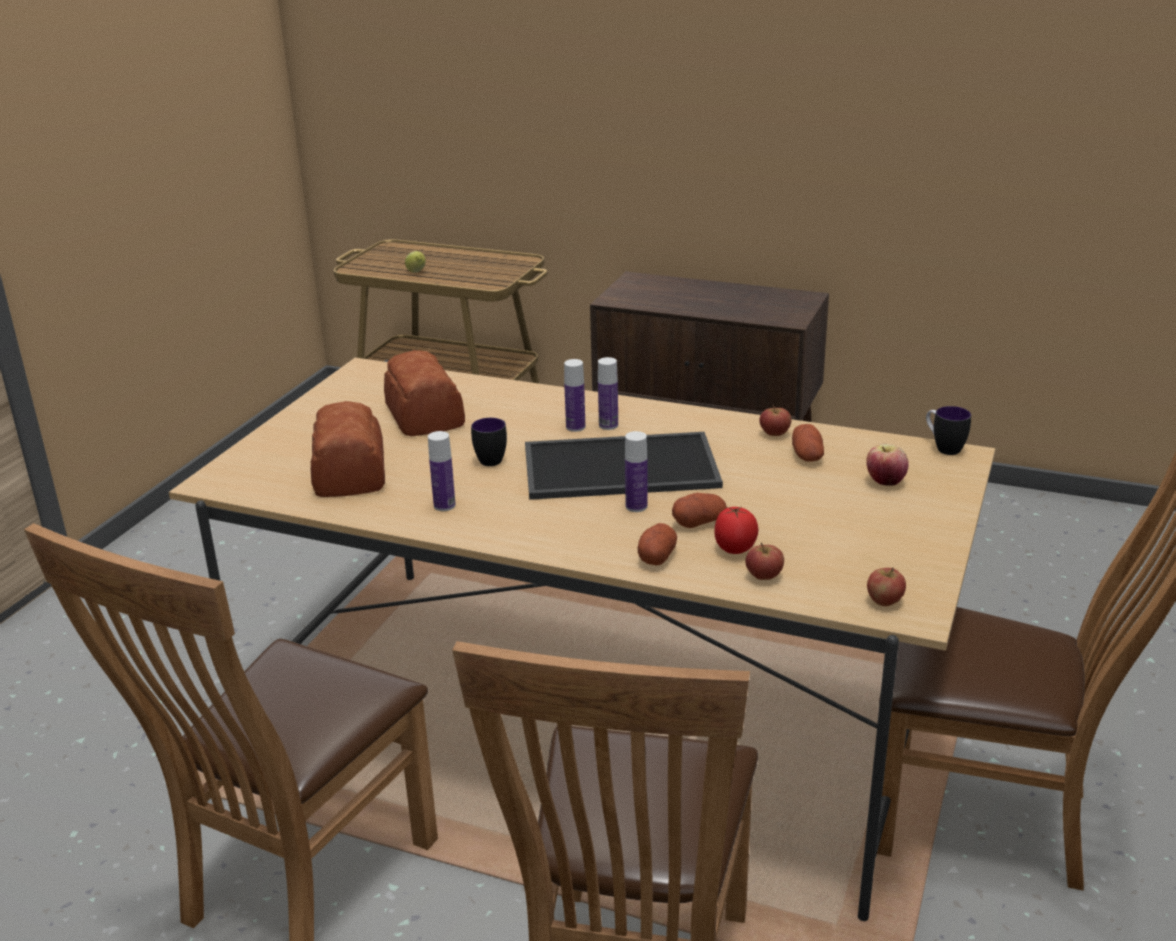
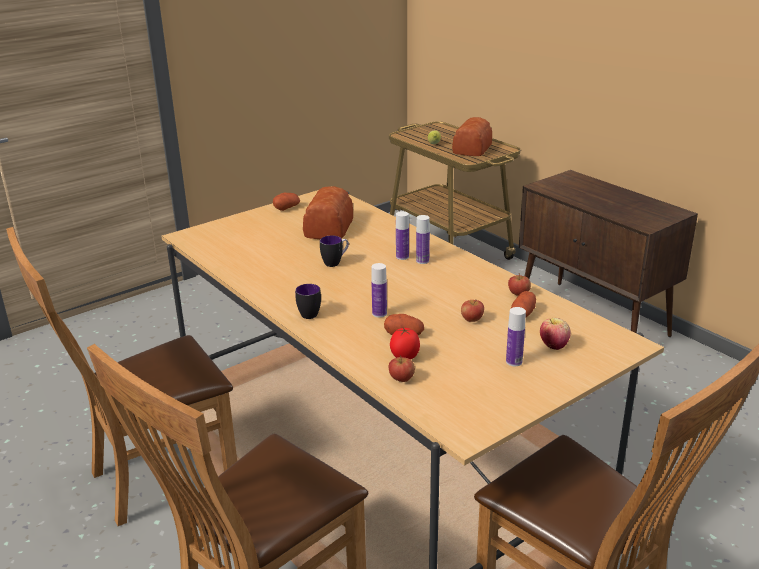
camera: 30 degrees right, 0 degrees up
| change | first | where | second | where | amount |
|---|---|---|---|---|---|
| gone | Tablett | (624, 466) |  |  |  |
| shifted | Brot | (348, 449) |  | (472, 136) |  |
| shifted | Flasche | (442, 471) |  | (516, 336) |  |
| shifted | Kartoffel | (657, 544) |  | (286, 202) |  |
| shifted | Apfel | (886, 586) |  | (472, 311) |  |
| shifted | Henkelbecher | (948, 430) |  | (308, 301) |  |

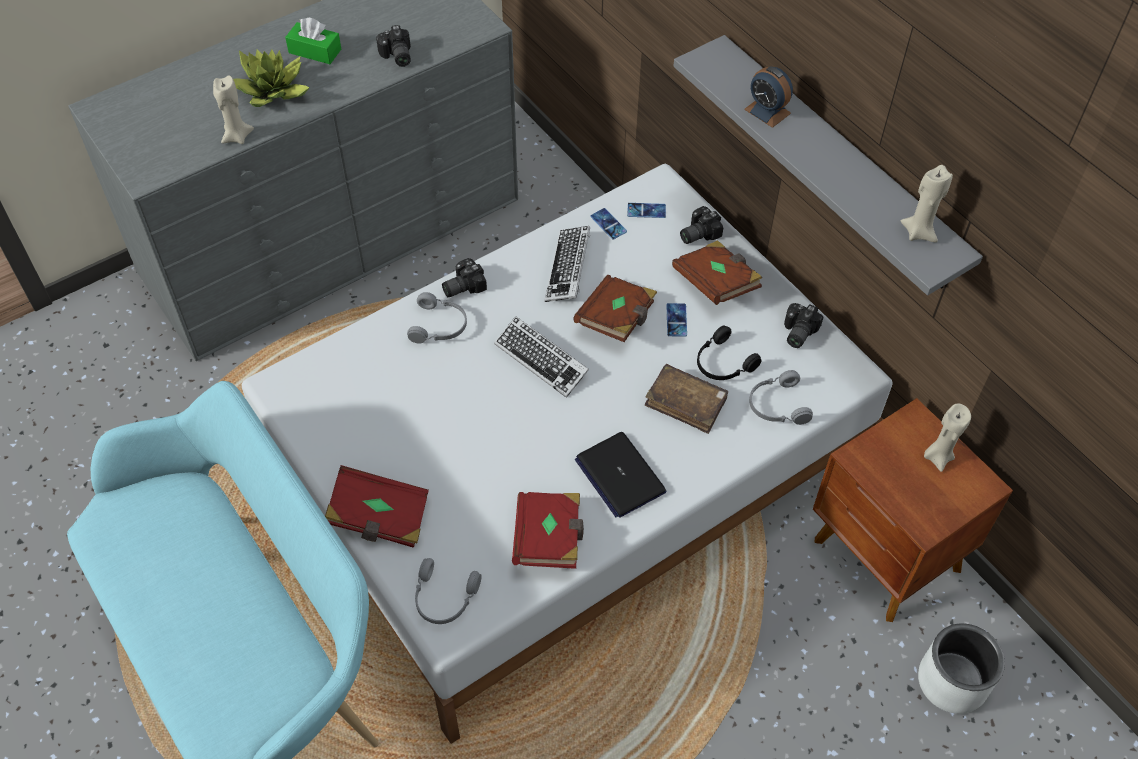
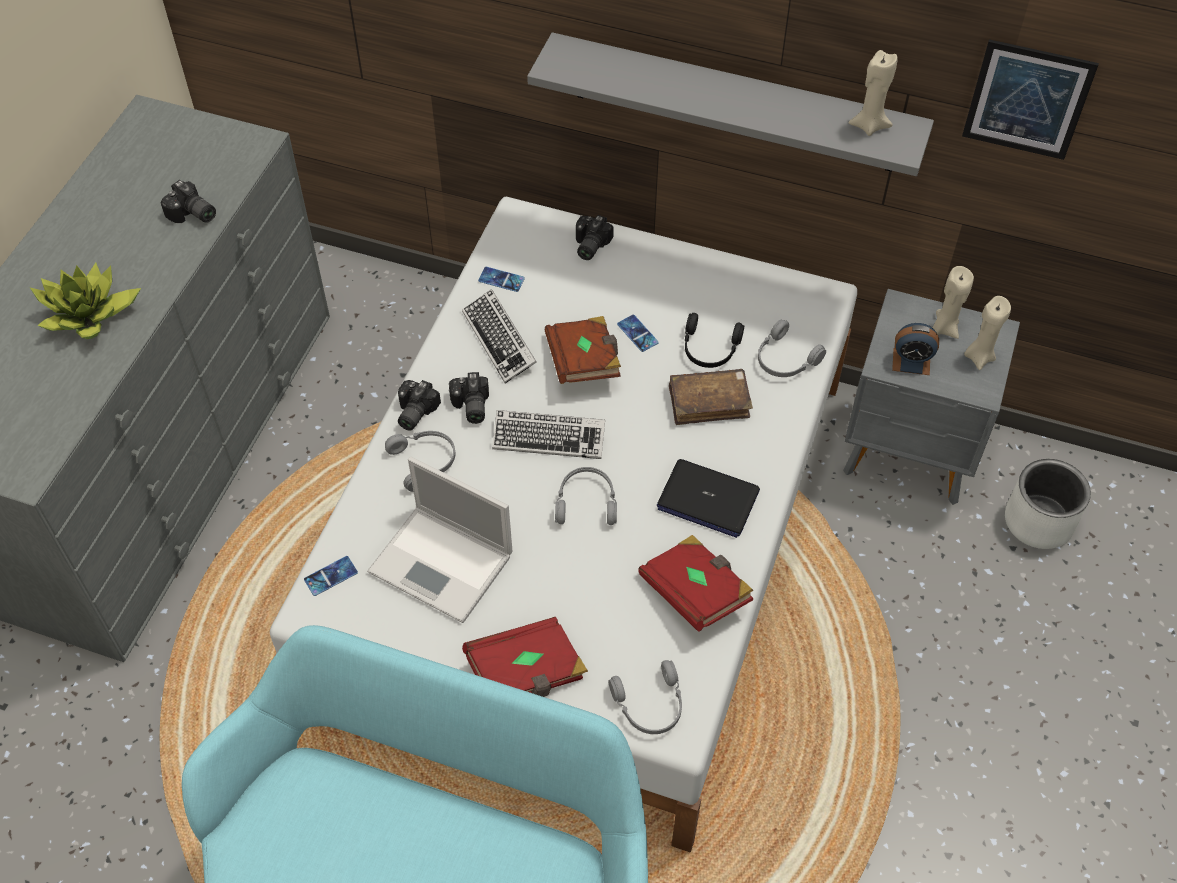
camera: 35 degrees left, 0 degrees up
| change | first | where | second | where | amount |
|---|---|---|---|---|---|
| gone | Taschentuchbox/grün | (313, 40) |  |  |  |
| gone | Buch/braun | (717, 272) |  |  |  |
| new |  |  | Laptop | (440, 540) |  |
| new |  |  | Kopfhörer/grau | (586, 496) |  |
| new |  |  | Bild | (1030, 99) |  |
| shifted | Kerze/beige | (233, 109) |  | (987, 333) |  |
| shifted | Handy | (646, 210) |  | (331, 576) |  |
| shifted | Wecker | (768, 97) |  | (915, 349) |  |
| shifted | Kamera | (803, 325) |  | (469, 398) |  |
| repainted | Nachttisch/braun | (913, 510) | Nachttisch/grau | (931, 397) |  |

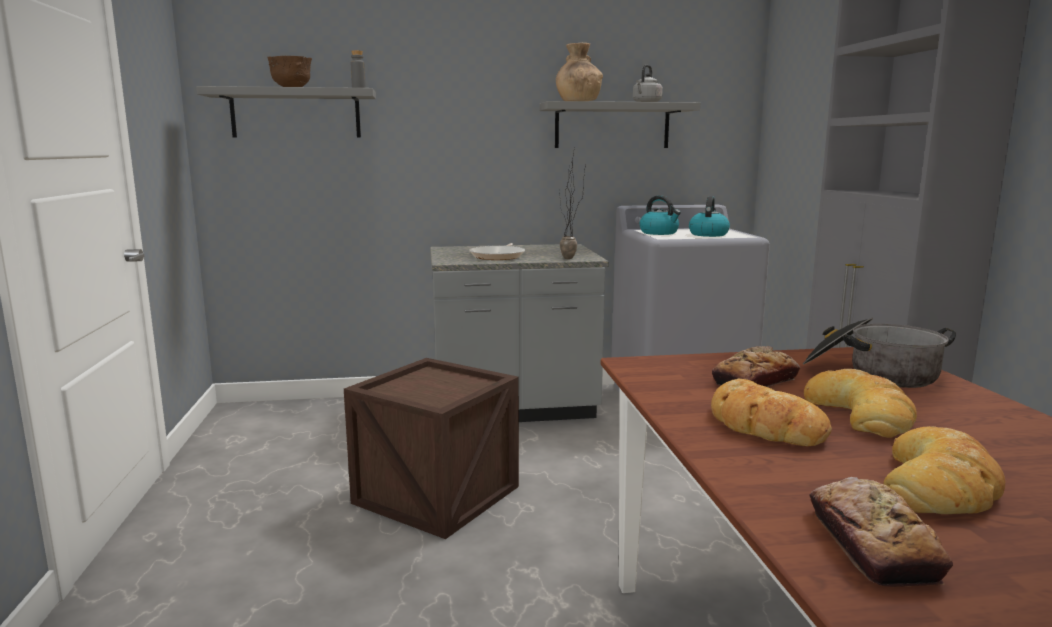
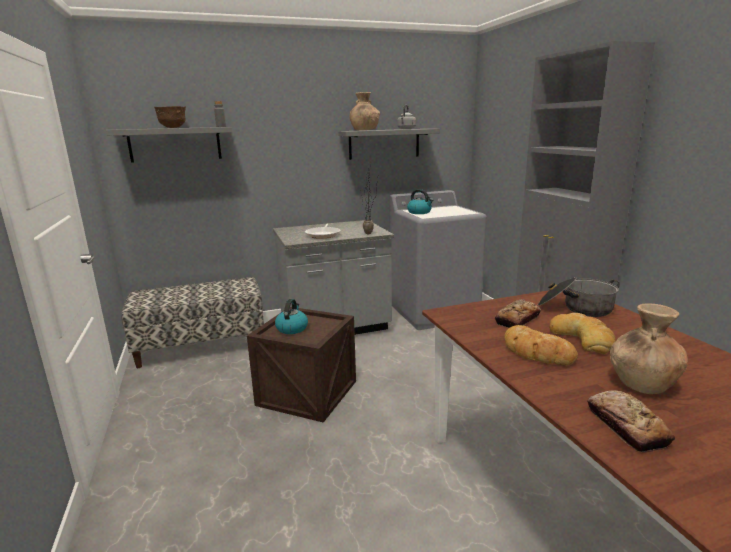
camera: 10 degrees left, 5 degrees up
| change | first | where | second | where | amount |
|---|---|---|---|---|---|
| new |  |  | Bank | (192, 322) |  |
| shifted | Wasserkessel | (709, 216) |  | (291, 316) |  |
| swapped | Brot | (944, 470) | Vase/braun | (649, 348) |  |

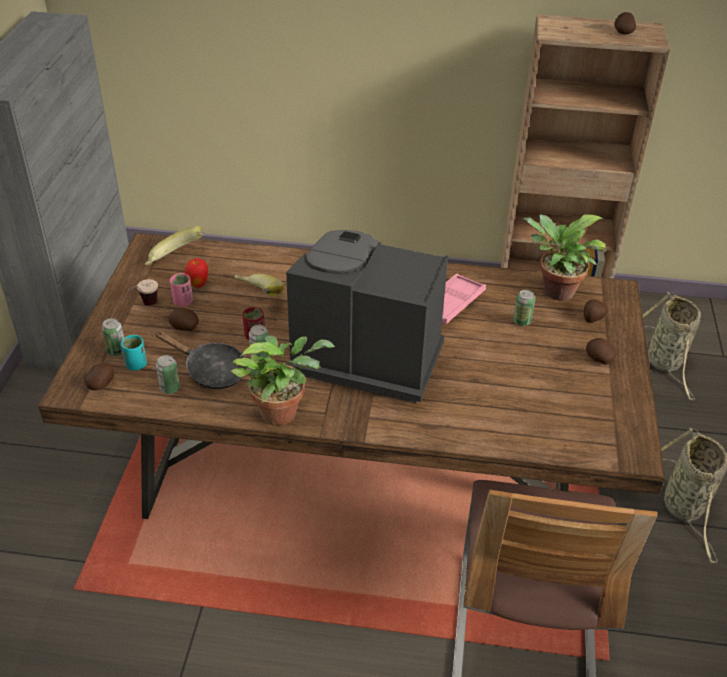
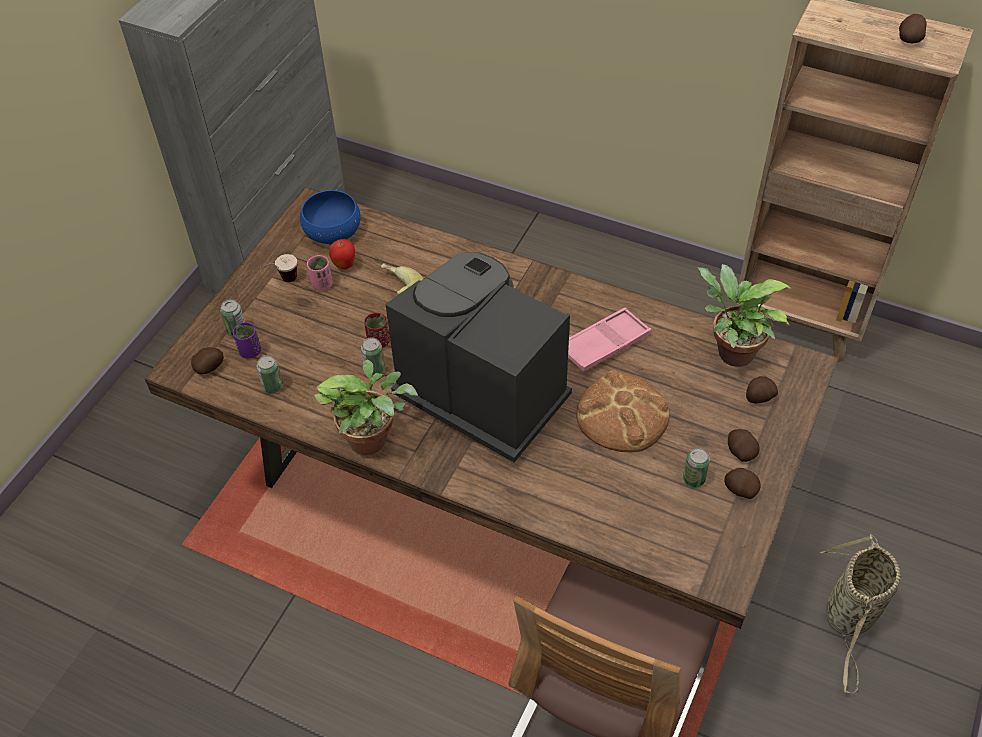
camera: 20 degrees right, 10 degrees up
| change | first | where | second | where | amount |
|---|---|---|---|---|---|
| gone | Pfanne/schwarz | (201, 360) |  |  |  |
| gone | Korb | (672, 346) |  |  |  |
| new |  |  | Brot | (623, 411) |  |
| shifted | Kartoffel | (183, 319) |  | (742, 483) |  |
| shifted | Dose | (524, 308) |  | (696, 467) |  |
| swapped | Banane | (174, 245) | Schüssel/blau | (330, 217) |  |
| repainted | Tasse/türkis | (134, 353) | Tasse/lila | (247, 340) |  |

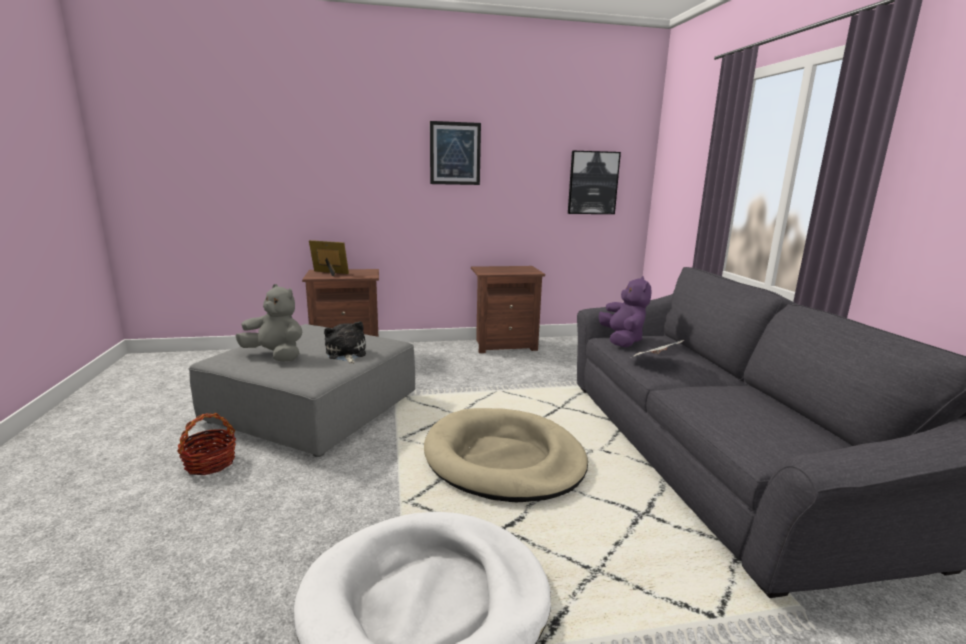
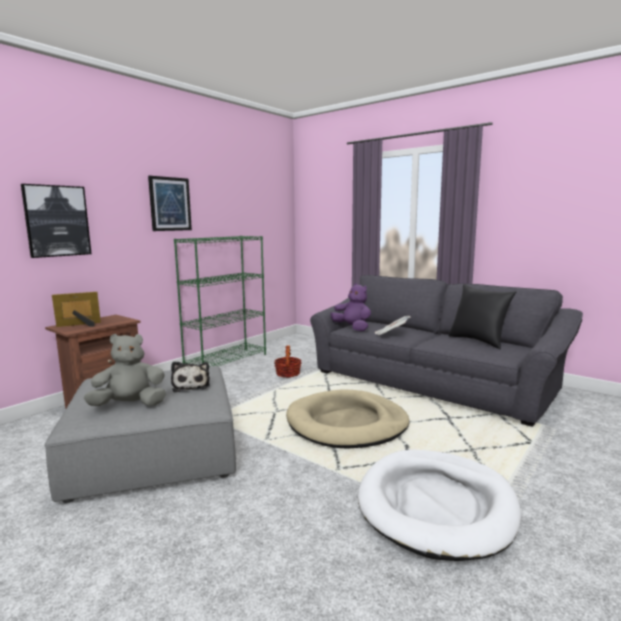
camera: 40 degrees left, 5 degrees down
| change | first | where | second | where | amount |
|---|---|---|---|---|---|
| new |  |  | Kissen/schwarz | (482, 316) |  |
| shifted | Korb | (206, 444) |  | (287, 361) |  |
| shifted | Bild | (594, 182) |  | (56, 221) |  |
| swapped | Nachttisch/braun | (508, 309) | Bücherregal/grün | (220, 301) |  |
| rotated | Plüschtier | (345, 342) |  | (190, 376) | 135 degrees counterclockwise |

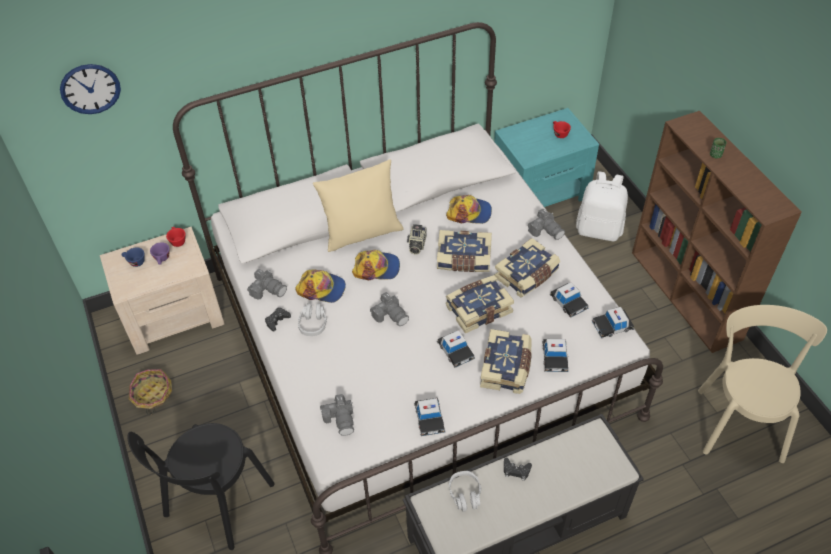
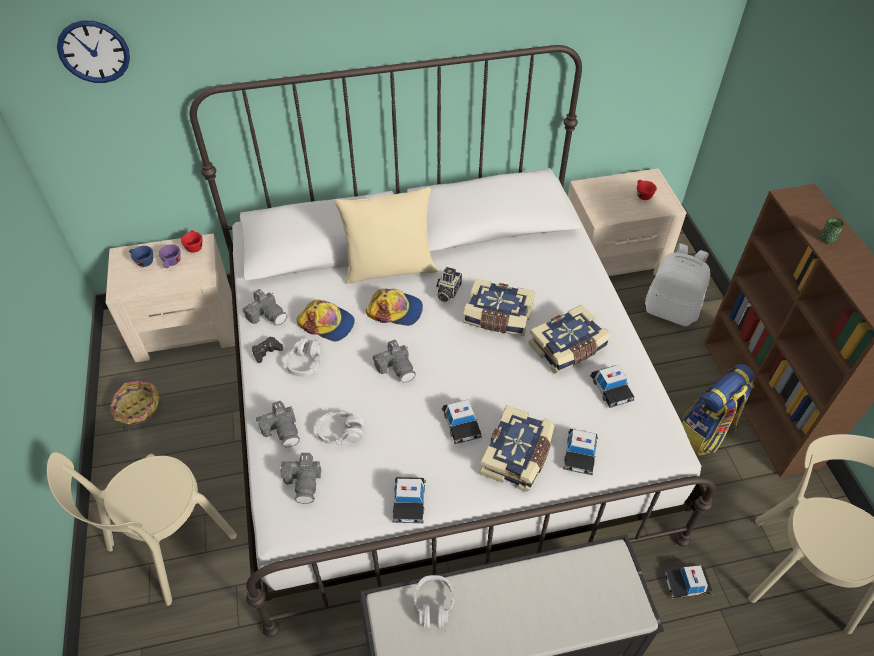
camera: 10 degrees right, 0 degrees up
| change | first | where | second | where | amount |
|---|---|---|---|---|---|
| gone | Kappe | (469, 209) |  |  |  |
| gone | Buch | (480, 304) |  |  |  |
| gone | Gamepad/schwarz | (518, 469) |  |  |  |
| new |  |  | Kopfhörer/grau | (341, 428) |  |
| new |  |  | Rucksack | (717, 410) |  |
| shifted | Kamera | (546, 224) |  | (278, 424) |  |
| shifted | Spielzeugauto | (613, 322) |  | (688, 582) |  |
| repainted | Stuhl/schwarz | (201, 486) | Stuhl/beige | (142, 529) |  |
| repainted | Nachttisch/türkis | (546, 157) | Nachttisch/beige | (627, 222) |  |

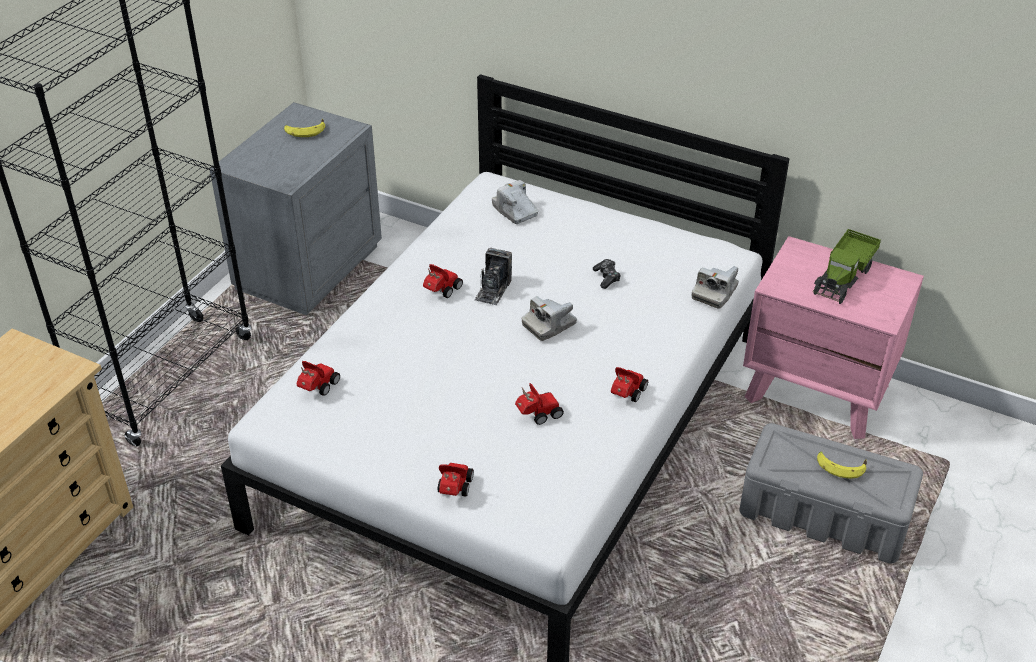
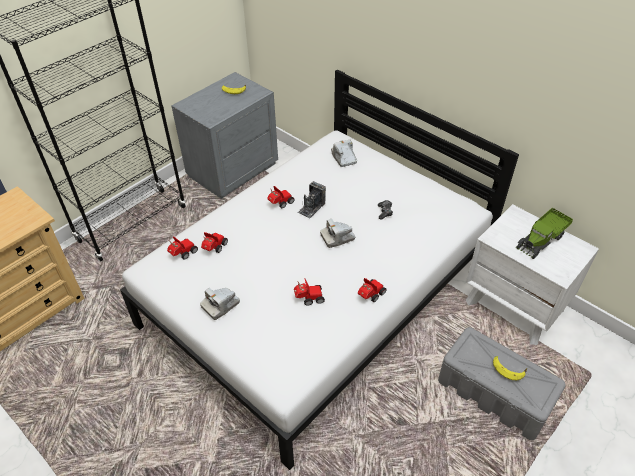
camera: 15 degrees right, 5 degrees up
| change | first | where | second | where | amount |
|---|---|---|---|---|---|
| shifted | Spielzeugauto | (456, 480) |  | (214, 242) |  |
| shifted | Kamera | (715, 287) |  | (220, 303) |  |
| repainted | Nachttisch/rosa | (833, 337) | Nachttisch/weiß | (532, 274) |  |

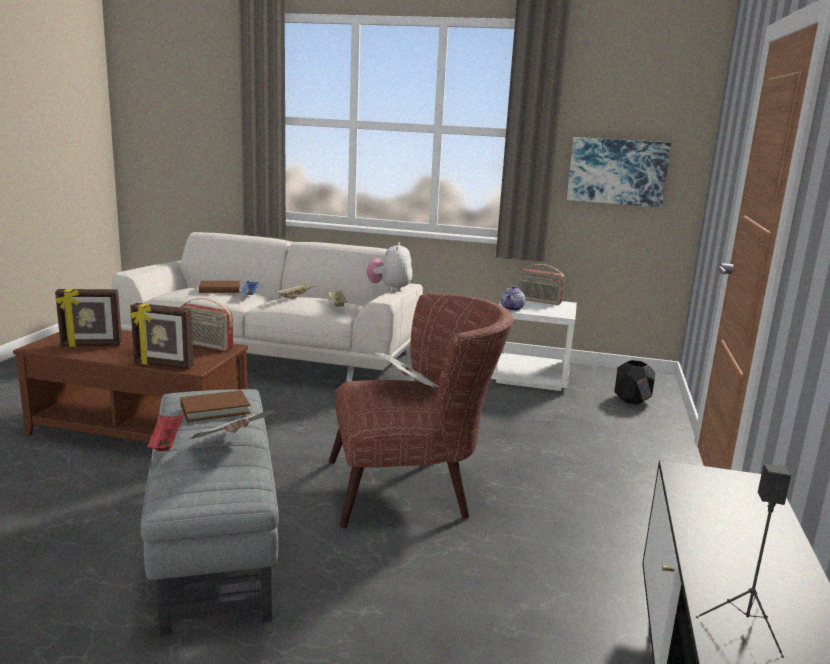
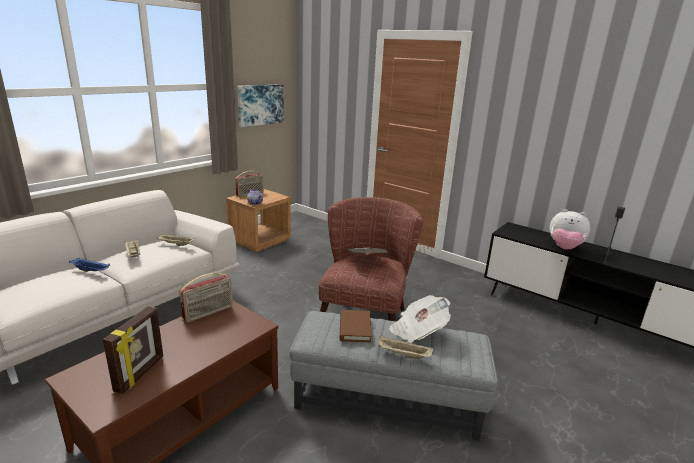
camera: 65 degrees left, 5 degrees up
| change | first | where | second | where | amount |
|---|---|---|---|---|---|
| gone | Bilderrahmen | (162, 336) |  |  |  |
| gone | Buch/braun | (219, 287) |  |  |  |
| gone | Pflanzkübel/schwarz | (634, 382) |  |  |  |
| shifted | Plüschtier | (389, 266) |  | (570, 229) |  |
| repainted | Tablett/rot | (166, 432) | Tablett/beige | (405, 347) |  |
| repainted | Nachttisch/weiß | (534, 345) | Nachttisch/braun | (258, 220) |  |

